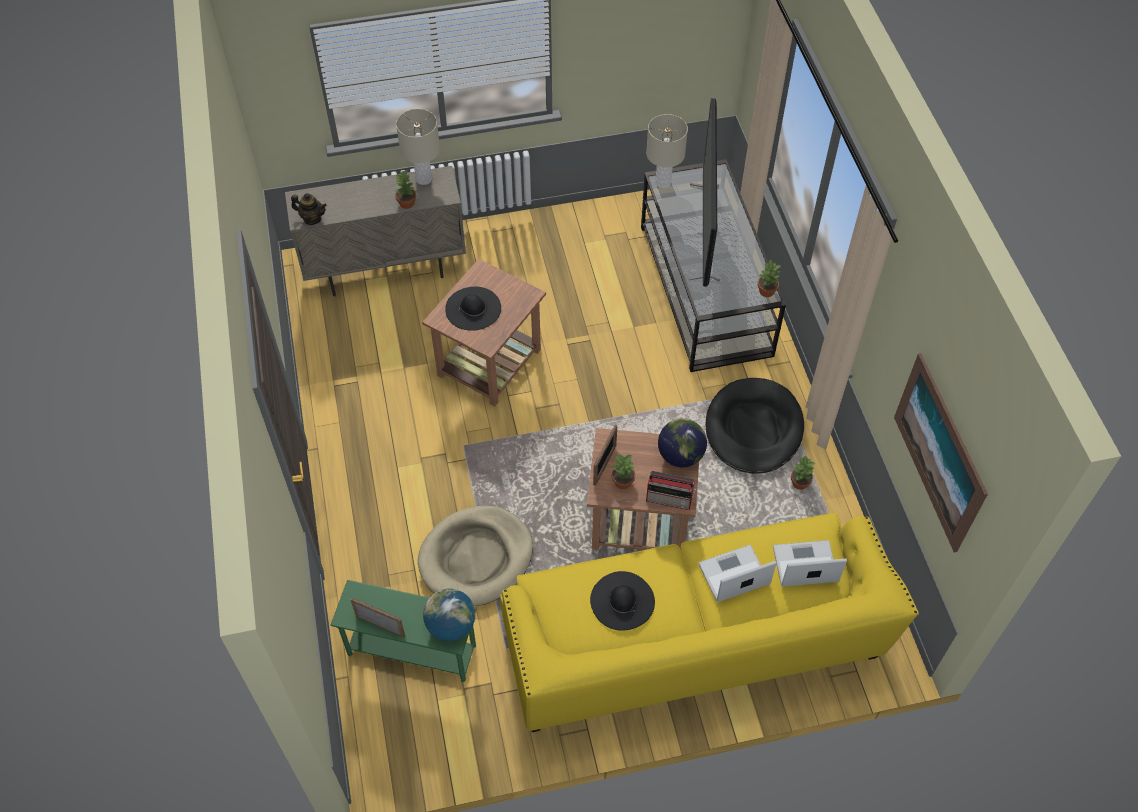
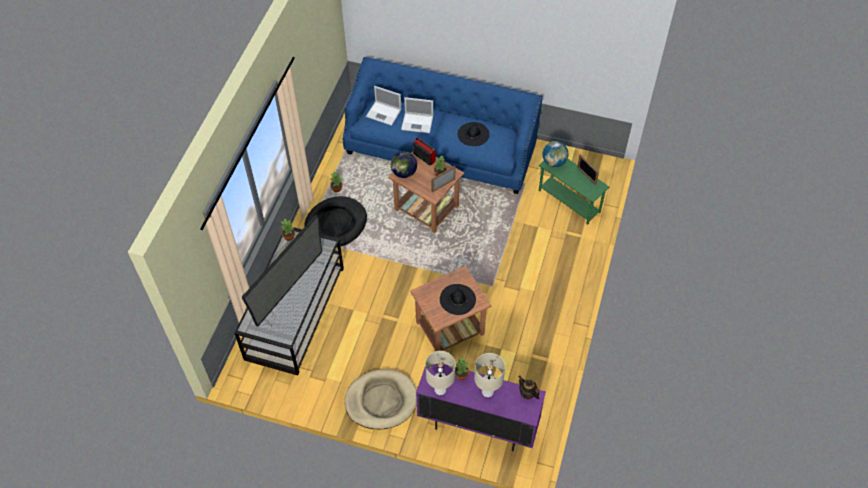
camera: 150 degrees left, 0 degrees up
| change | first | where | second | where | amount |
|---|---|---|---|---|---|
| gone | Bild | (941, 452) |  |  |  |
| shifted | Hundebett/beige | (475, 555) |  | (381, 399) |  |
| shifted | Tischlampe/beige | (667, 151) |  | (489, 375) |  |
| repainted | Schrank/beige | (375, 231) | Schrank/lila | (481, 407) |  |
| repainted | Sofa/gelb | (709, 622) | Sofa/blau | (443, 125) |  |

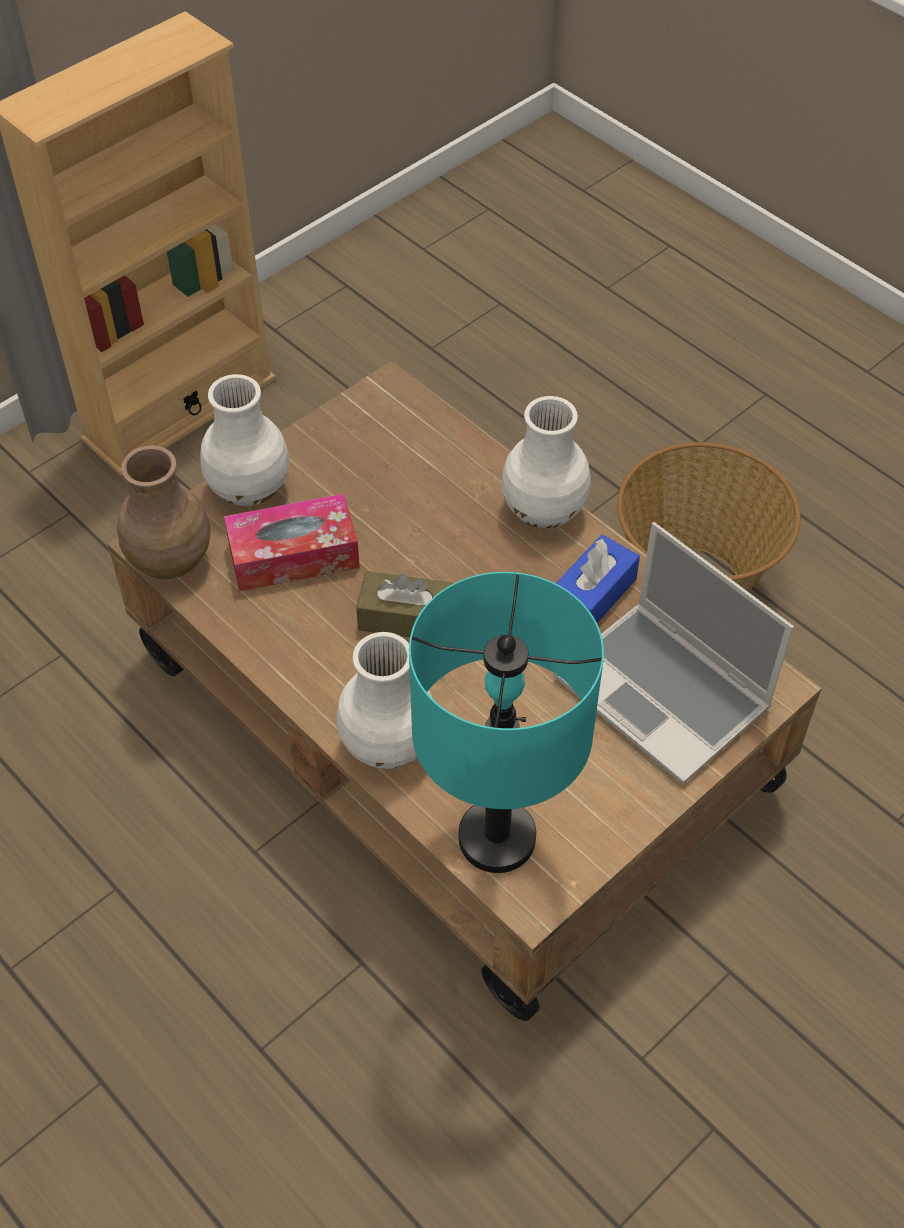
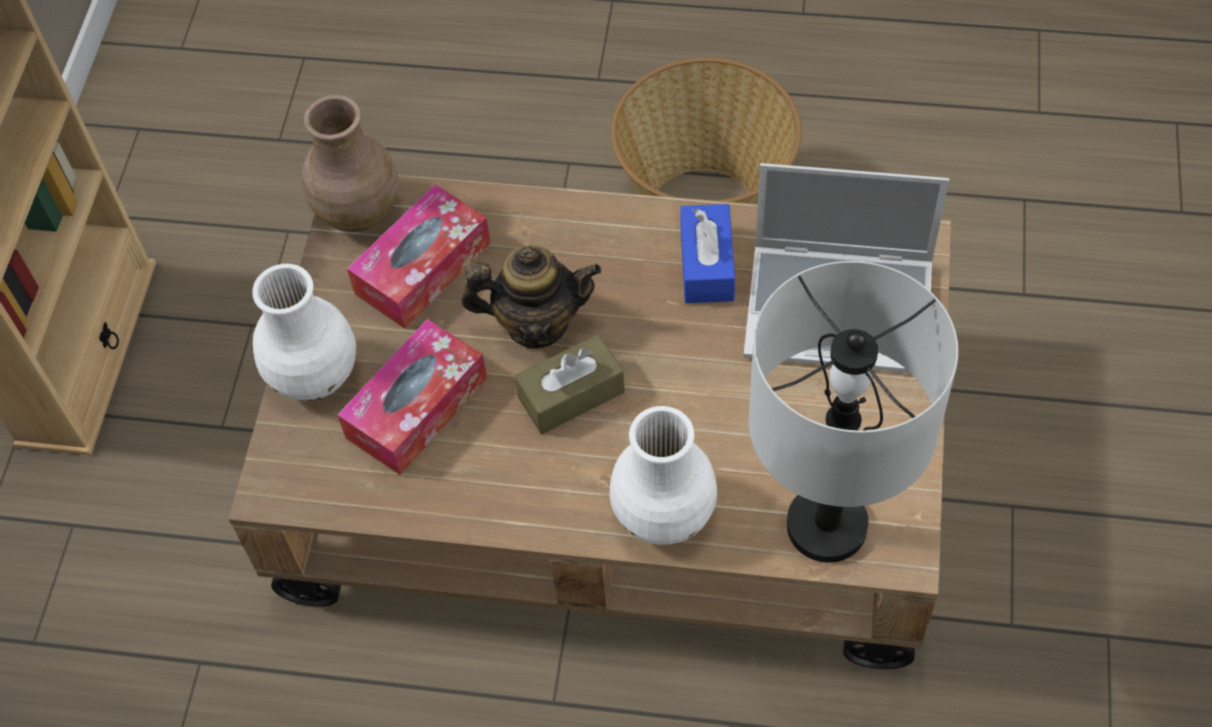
camera: 35 degrees left, 5 degrees up
| change | first | where | second | where | amount |
|---|---|---|---|---|---|
| gone | Vase/weiß | (546, 462) |  |  |  |
| new |  |  | Taschentuchbox | (419, 256) |  |
| new |  |  | Teekanne | (531, 297) |  |
| shifted | Vase/braun | (164, 512) |  | (350, 163) |  |
| repainted | Tischlampe/türkis | (506, 722) | Tischlampe/grau | (853, 412) |  |

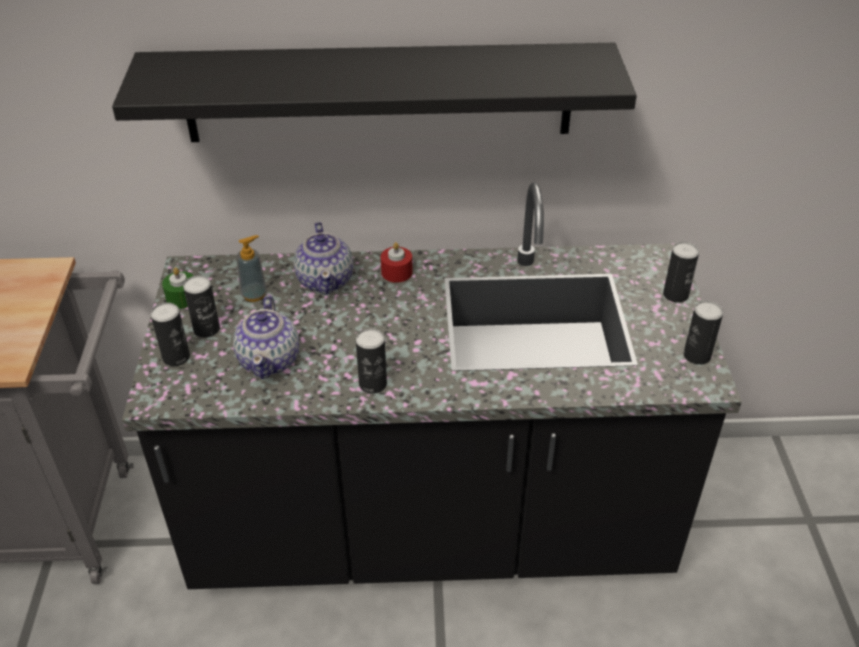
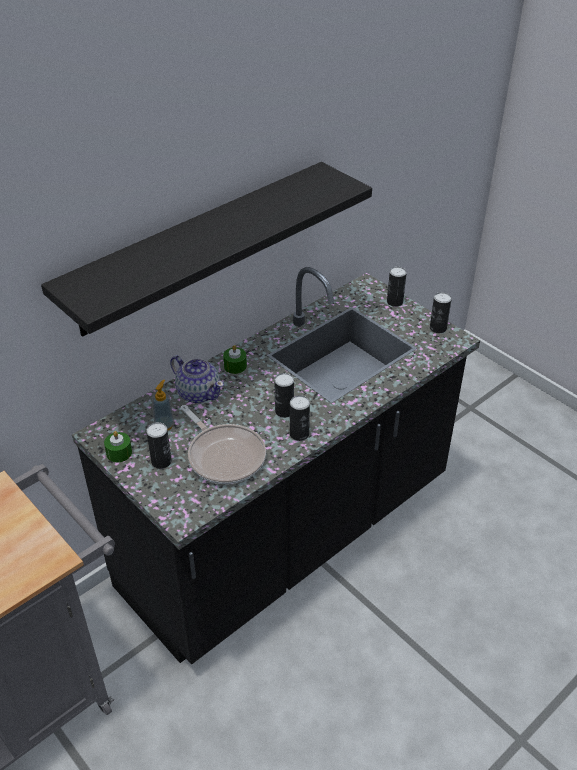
camera: 40 degrees left, 0 degrees up
| change | first | where | second | where | amount |
|---|---|---|---|---|---|
| shifted | Dose | (170, 334) |  | (284, 395) |  |
| swapped | Teekanne | (266, 337) | Pfanne | (223, 444) |  |
| repainted | Kerze/rot | (397, 262) | Kerze/grün | (235, 359) |  |

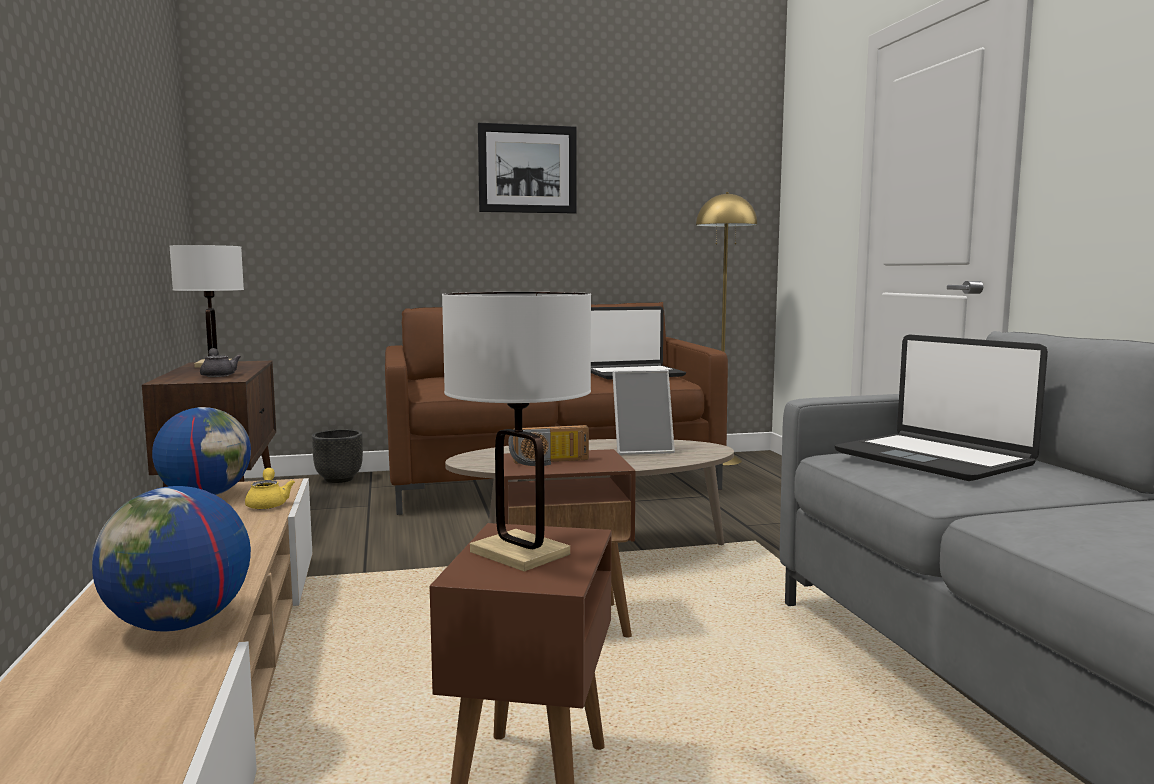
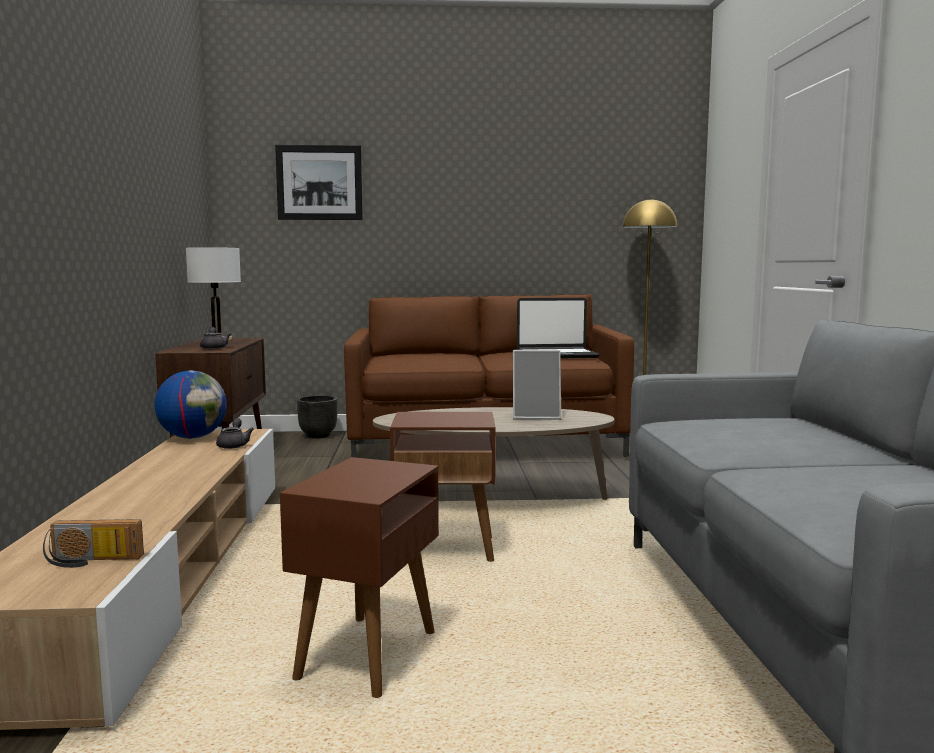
camera: 10 degrees right, 0 degrees up
| change | first | where | second | where | amount |
|---|---|---|---|---|---|
| gone | Globus | (171, 558) |  |  |  |
| gone | Tischlampe/weiß | (516, 432) |  |  |  |
| gone | Laptop | (941, 407) |  |  |  |
| shifted | Bild | (527, 168) |  | (319, 182) |  |
| shifted | Radio | (548, 445) |  | (93, 543) |  |
| repainted | Teekanne/gelb | (270, 488) | Teekanne/grau | (235, 433) |  |

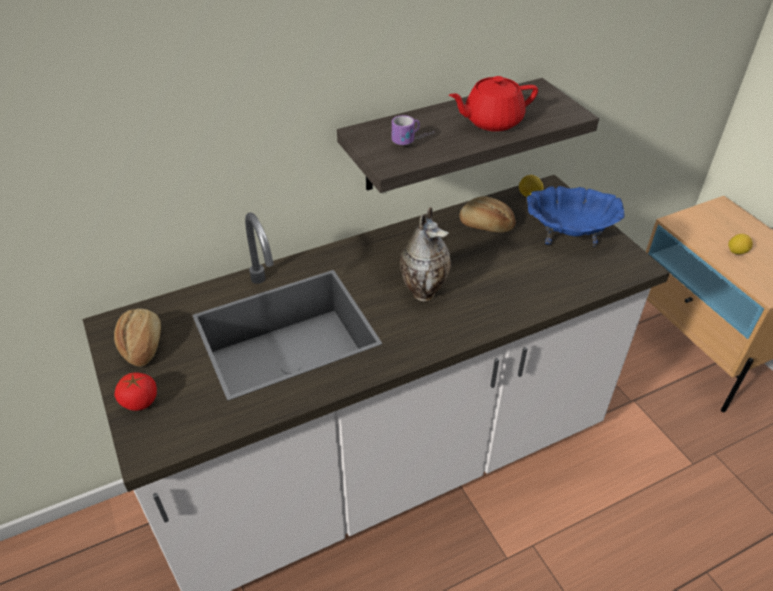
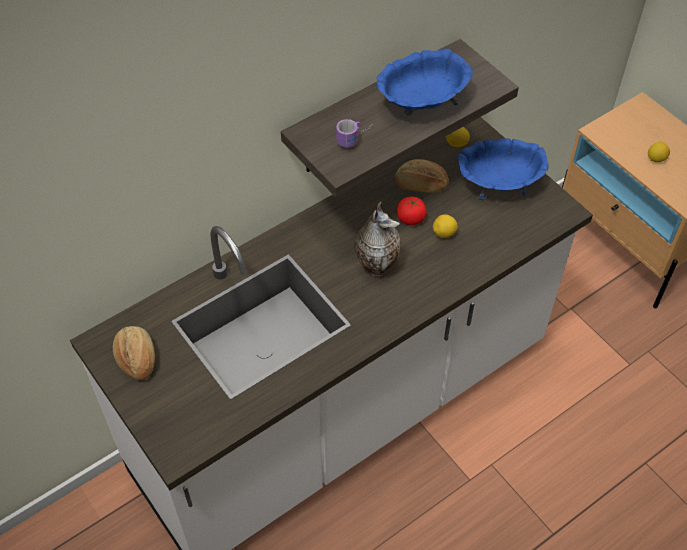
camera: 10 degrees left, 10 degrees up
| change | first | where | second | where | amount |
|---|---|---|---|---|---|
| new |  |  | Zitrone | (445, 226) |  |
| shifted | Tomate | (136, 392) |  | (412, 211) |  |
| swapped | Teekanne/rot | (493, 103) | Schüssel/blau | (424, 82) |  |

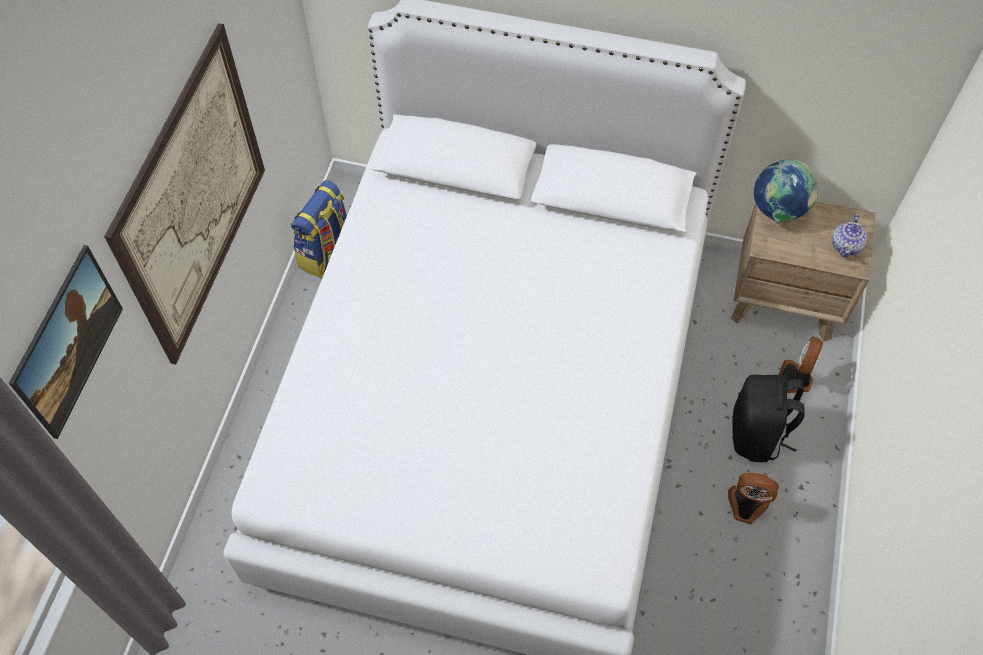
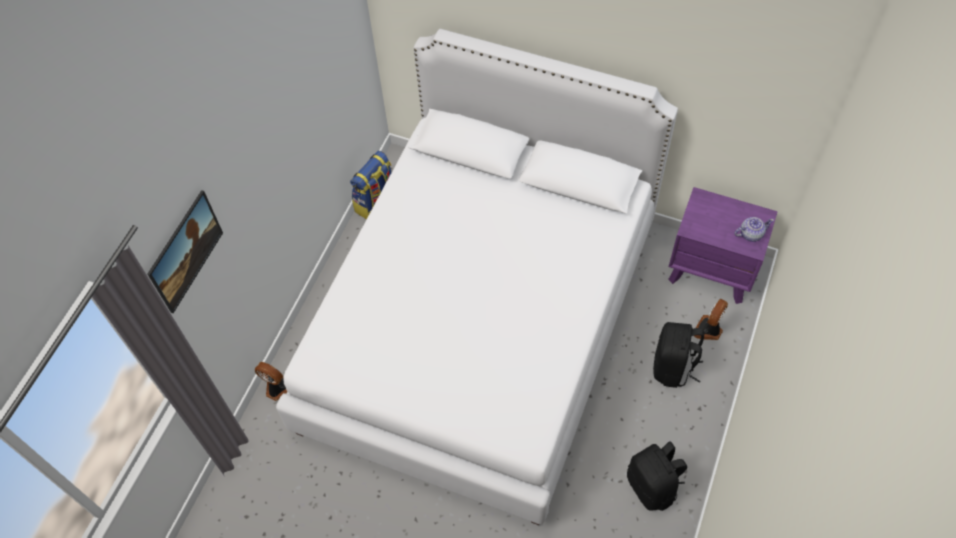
camera: 10 degrees right, 0 degrees up
| change | first | where | second | where | amount |
|---|---|---|---|---|---|
| gone | Bild | (184, 194) |  |  |  |
| gone | Globus | (786, 191) |  |  |  |
| new |  |  | Rucksack/schwarz | (657, 476) |  |
| shifted | Ventilator | (753, 499) |  | (271, 381) |  |
| repainted | Nachttisch/braun | (803, 271) | Nachttisch/lila | (723, 245) |  |
| rotated | Teekanne | (849, 235) |  | (754, 229) | 135 degrees counterclockwise |

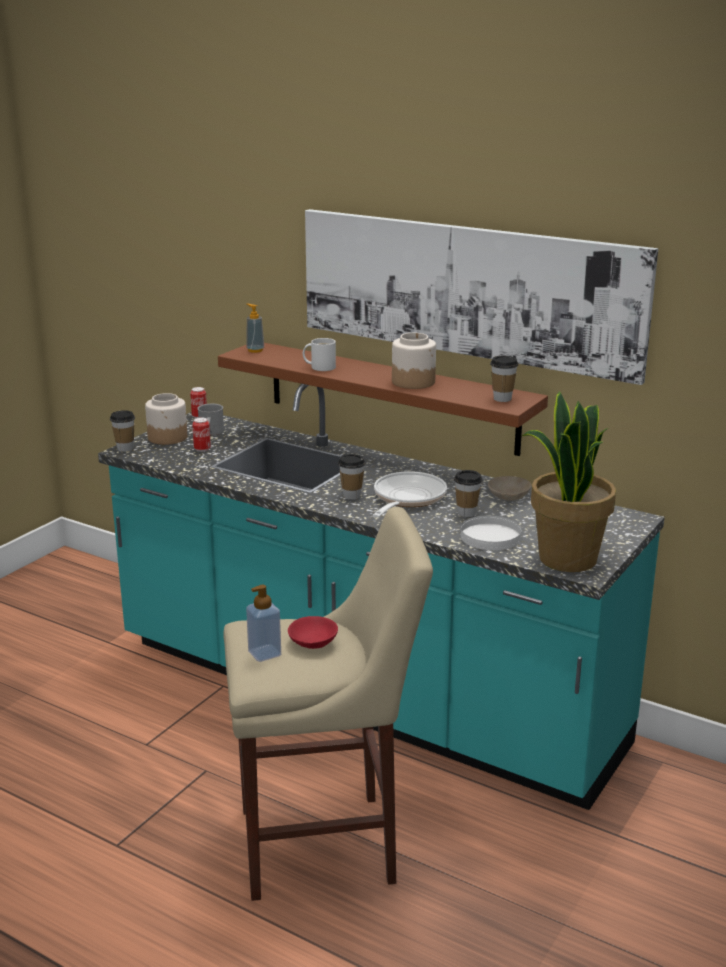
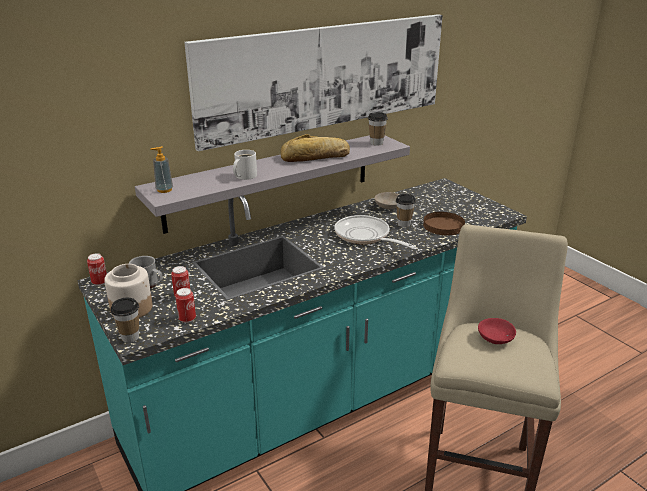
camera: 65 degrees left, 5 degrees up
| change | first | where | second | where | amount |
|---|---|---|---|---|---|
| gone | Seifenspender | (263, 623) |  |  |  |
| gone | Tasse | (351, 477) |  |  |  |
| gone | Topfpflanze | (569, 481) |  |  |  |
| new |  |  | Dose | (185, 305) |  |
| swapped | Vorratsglas | (414, 361) | Brot | (315, 148) |  |
| repainted | Wandregal/braun | (383, 399) | Wandregal/grau | (272, 184) |  |
| repainted | Teller/weiß | (491, 533) | Teller/braun | (444, 223) |  |

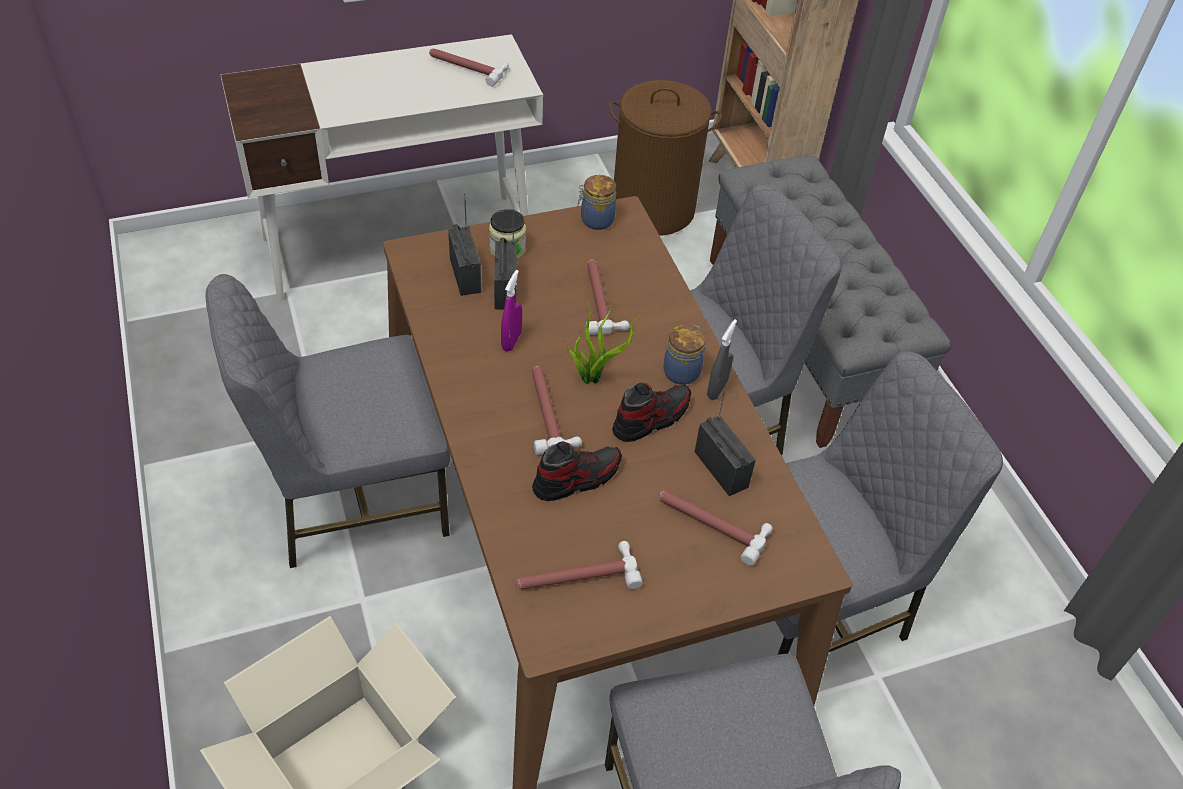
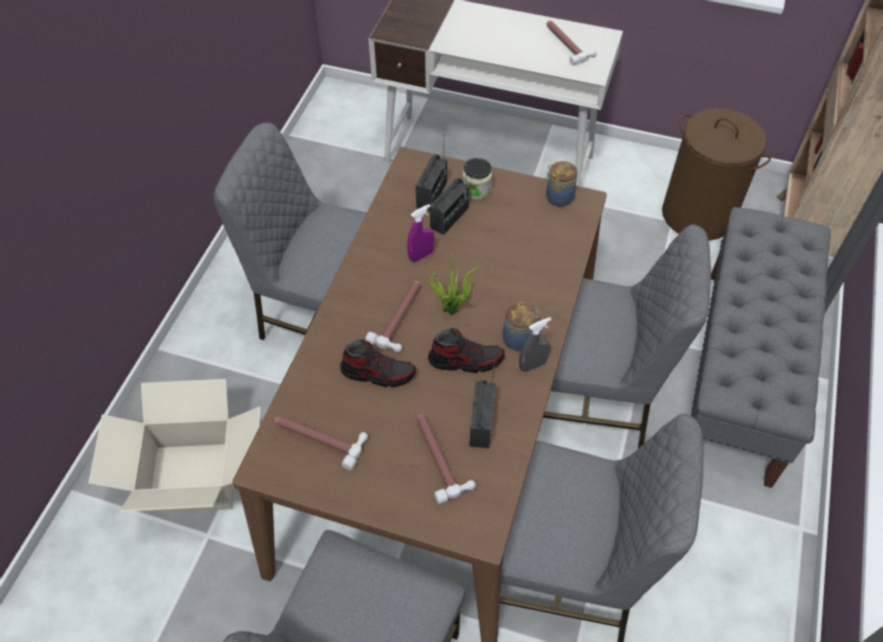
camera: 40 degrees right, 5 degrees up
| change | first | where | second | where | amount |
|---|---|---|---|---|---|
| gone | Hammer | (608, 297) |  |  |  |

